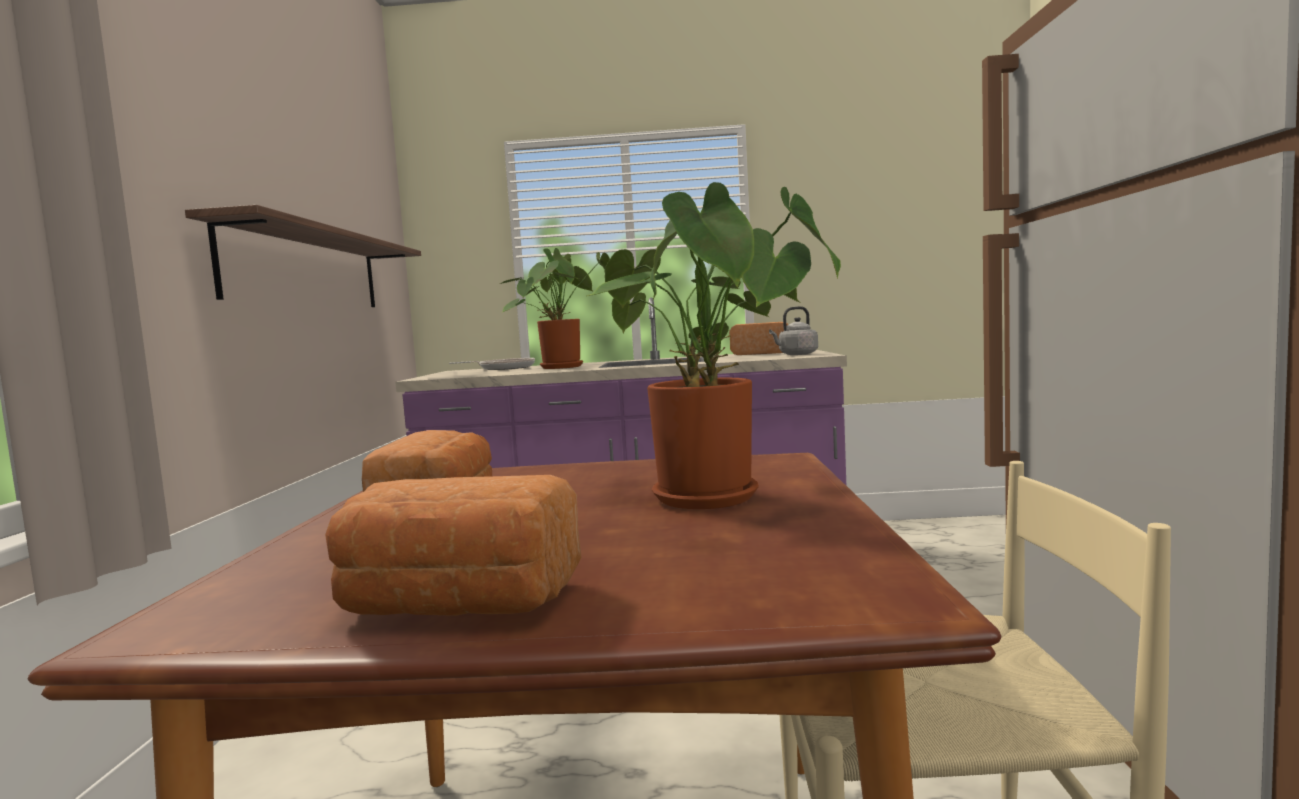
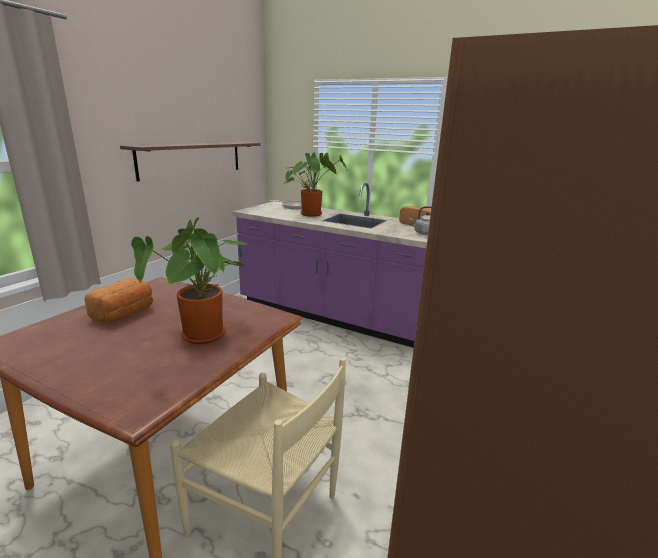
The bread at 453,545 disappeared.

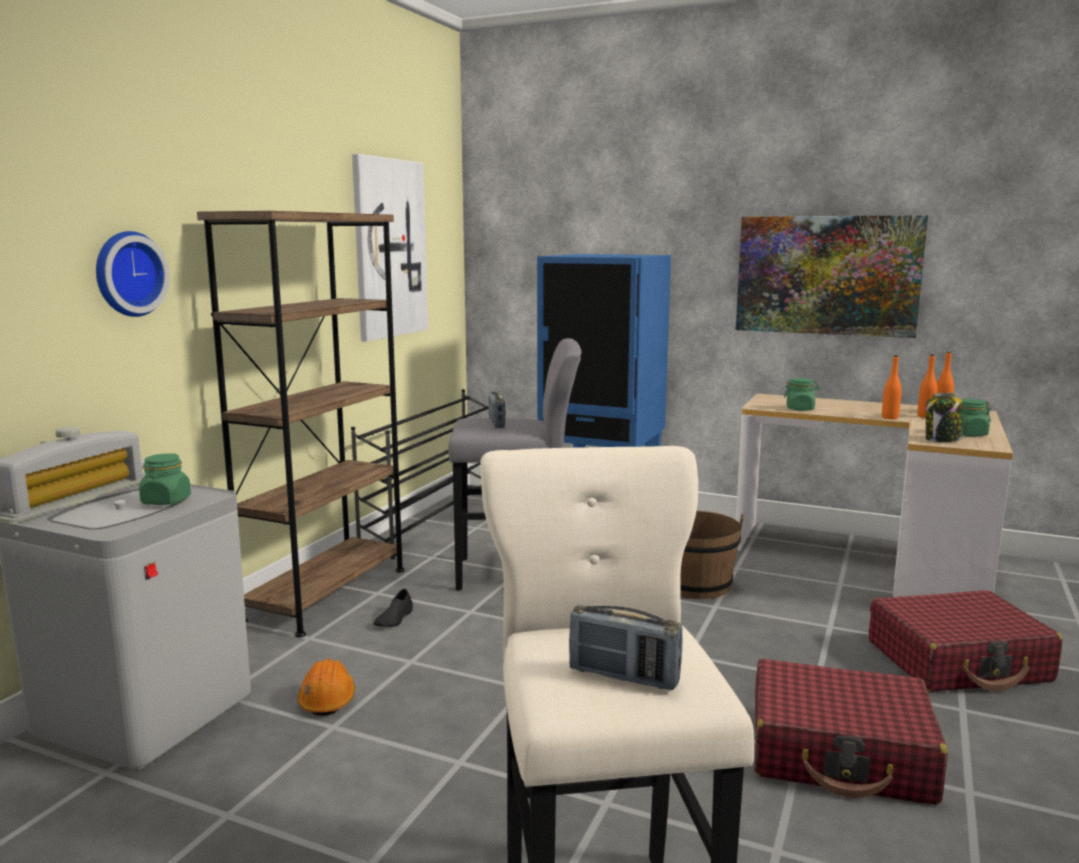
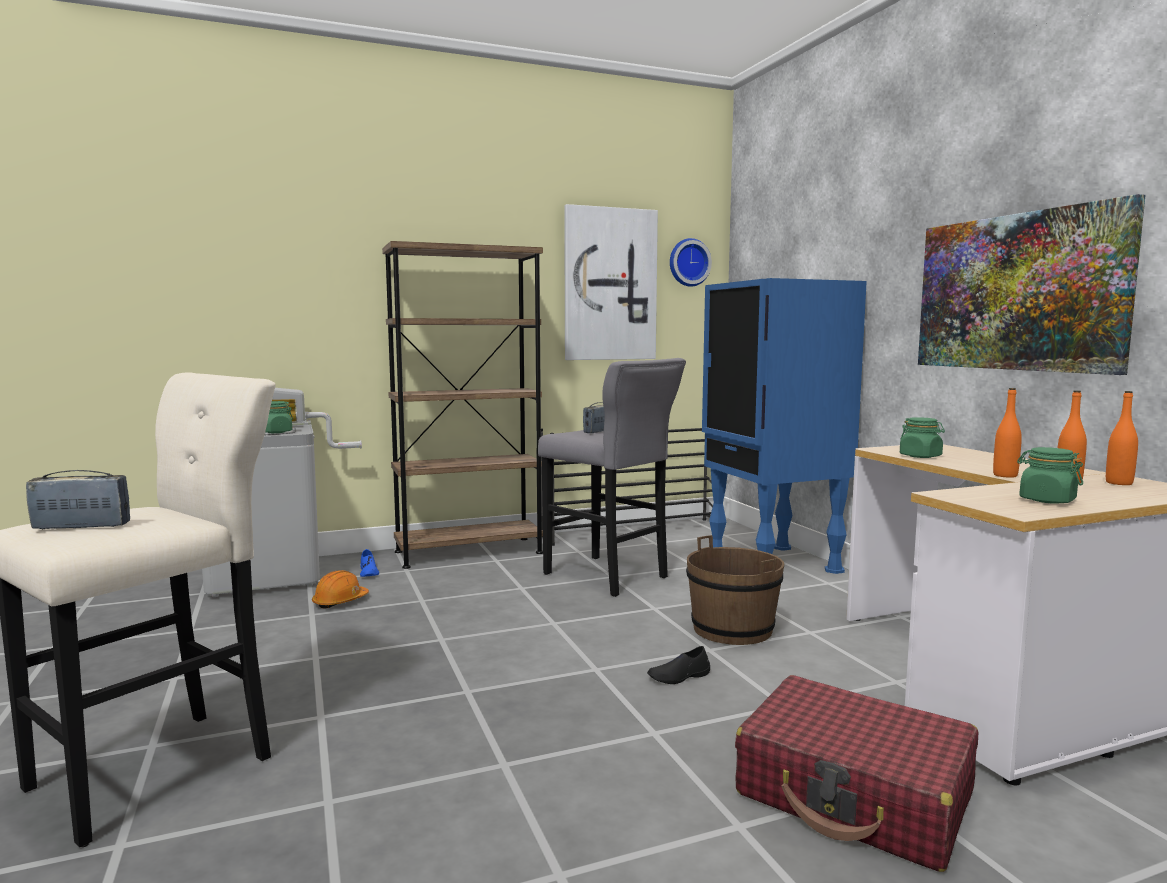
The wall clock moved from 133,274 to 691,262.
The jar at 944,417 disappeared.
The shoe (black) moved from 393,608 to 678,665.
The radio at 626,647 turned 105 degrees clockwise.
The suitcase (red) at 851,732 disappeared.
The shoe (blue) at 369,563 appeared.

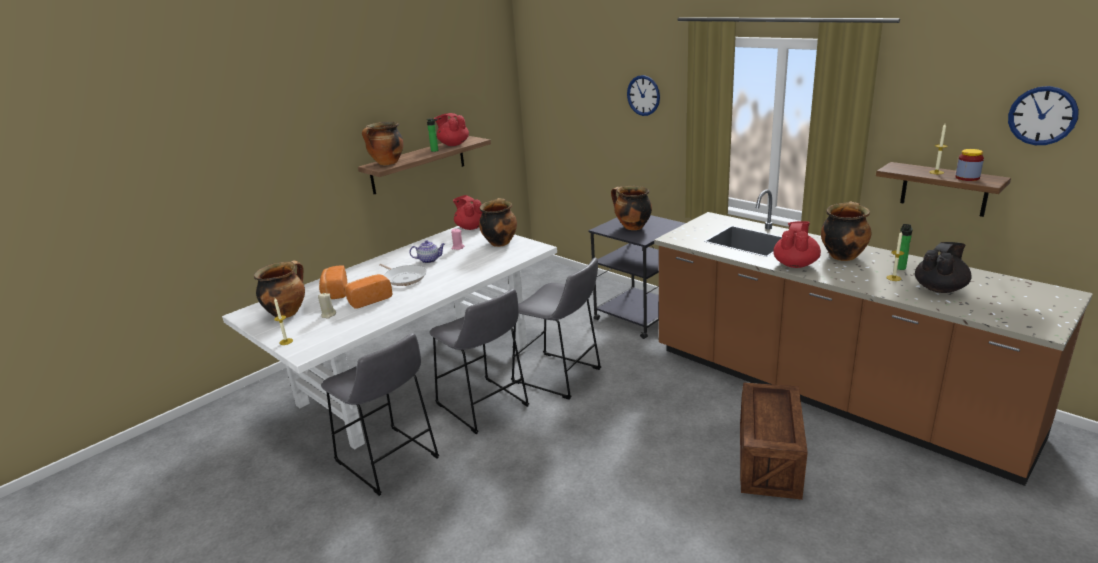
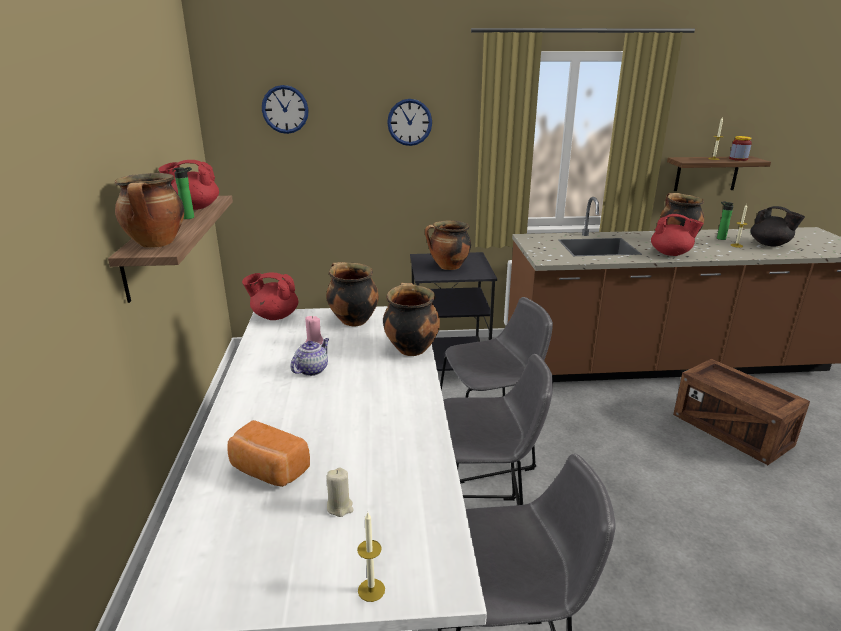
The wall clock moved from 1043,115 to 285,109.
The teapot (red) at 797,244 turned 135 degrees clockwise.
The teapot (black) at 943,267 turned 135 degrees clockwise.
The cooking pot moved from 279,289 to 411,319.
The frying pan at 403,275 disappeared.
The bread at 368,291 disappeared.

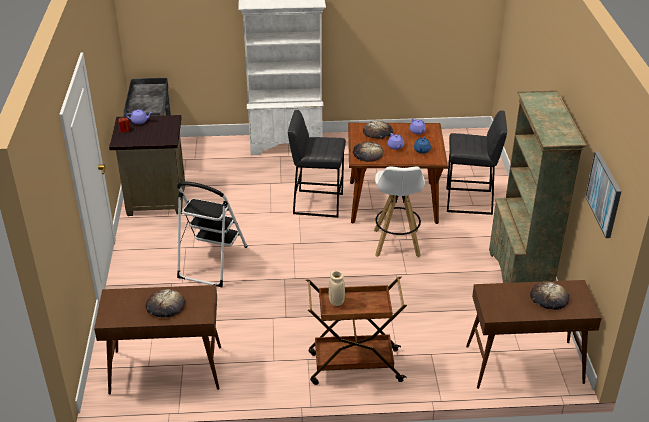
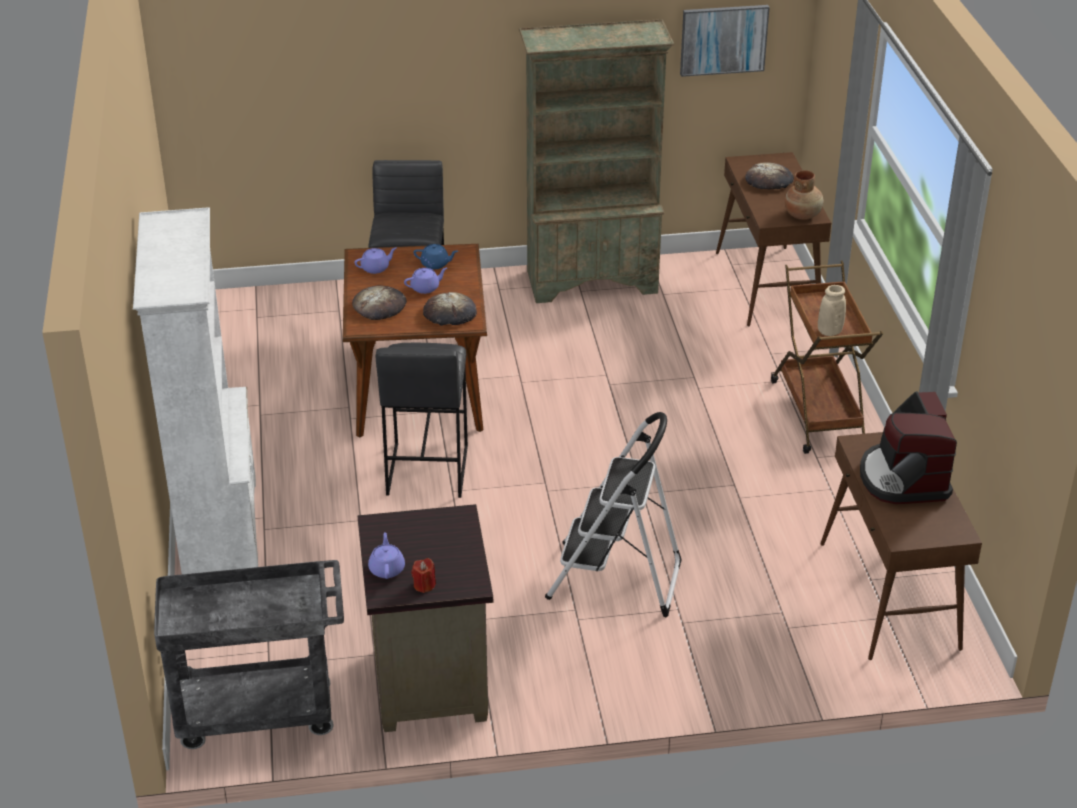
The stool (white) at 399,211 disappeared.
The bread at 165,303 was replaced by the coffee machine at 908,447.
The vase (brown) at 804,194 appeared.

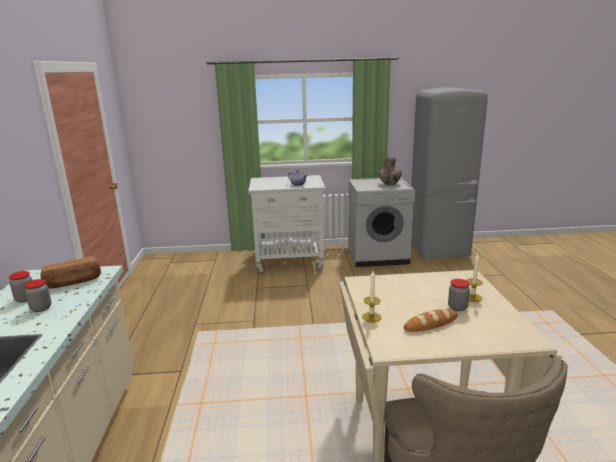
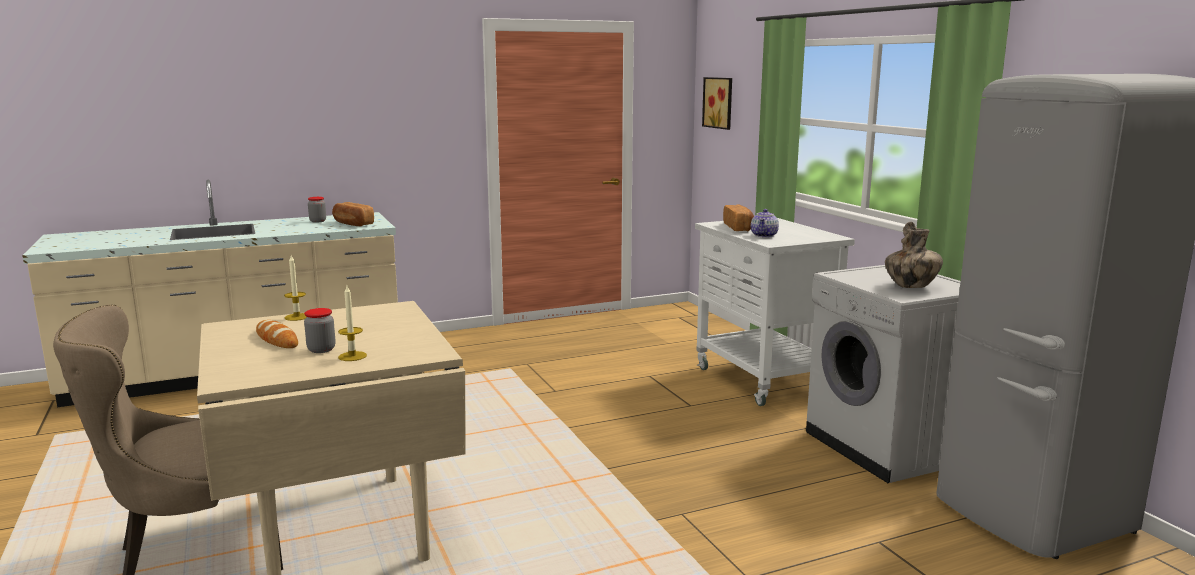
The jar at 37,295 disappeared.
The picture at 717,103 appeared.
The bread at 738,217 appeared.

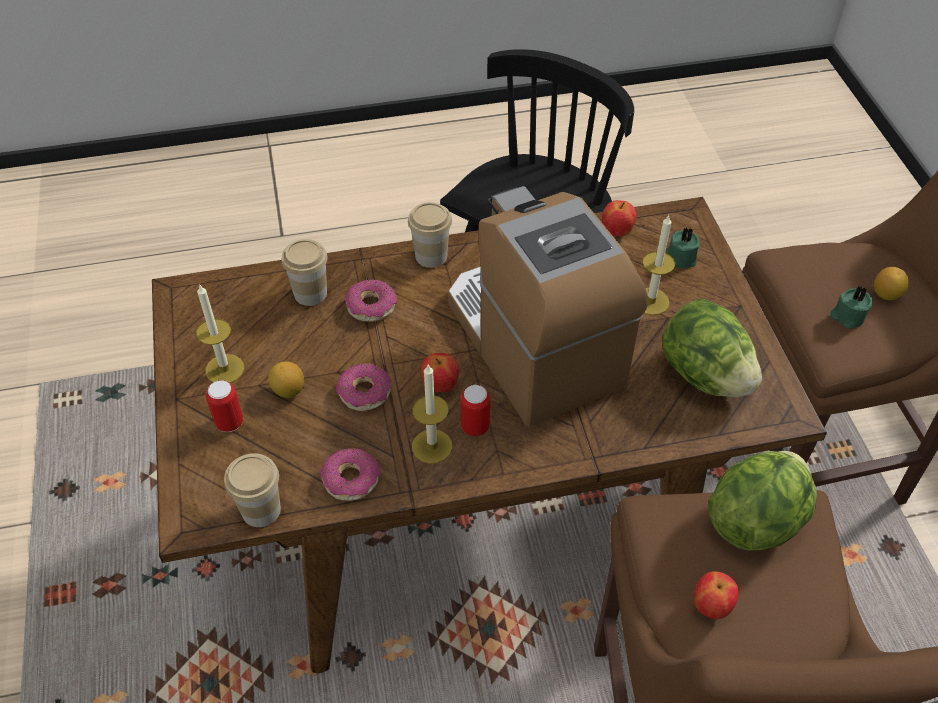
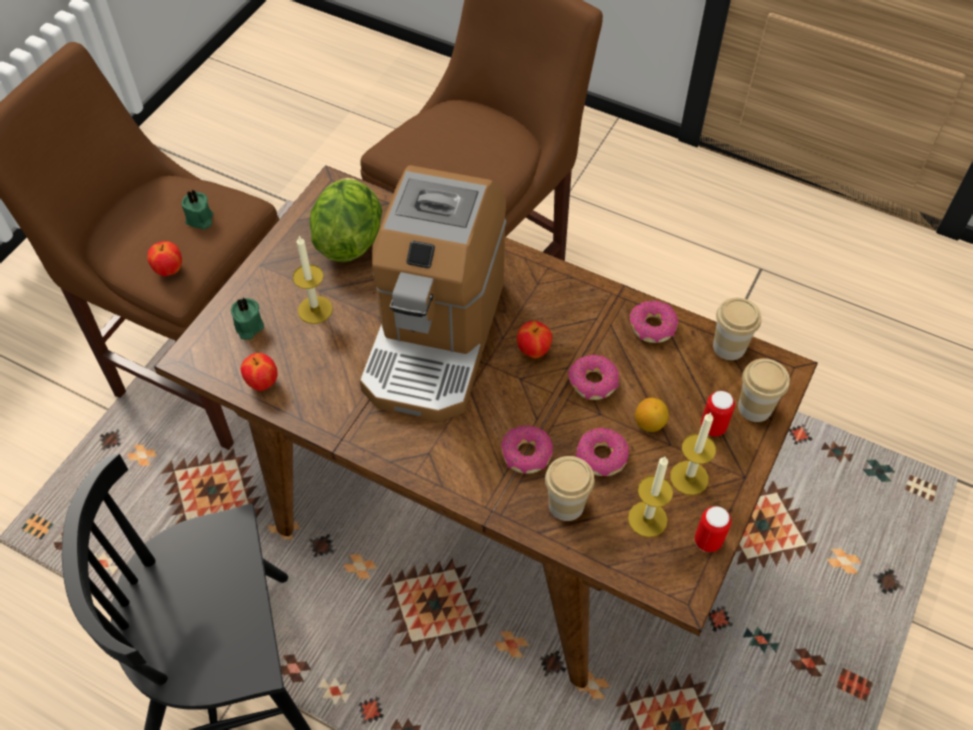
The cup moved from 430,235 to 764,390.
The lemon at 891,283 disappeared.
The candle moved from 432,414 to 650,497.
The can moved from 475,410 to 713,529.
The lettuce at 762,501 disappeared.
The apple moved from 716,595 to 164,258.
The donut at 602,452 appeared.

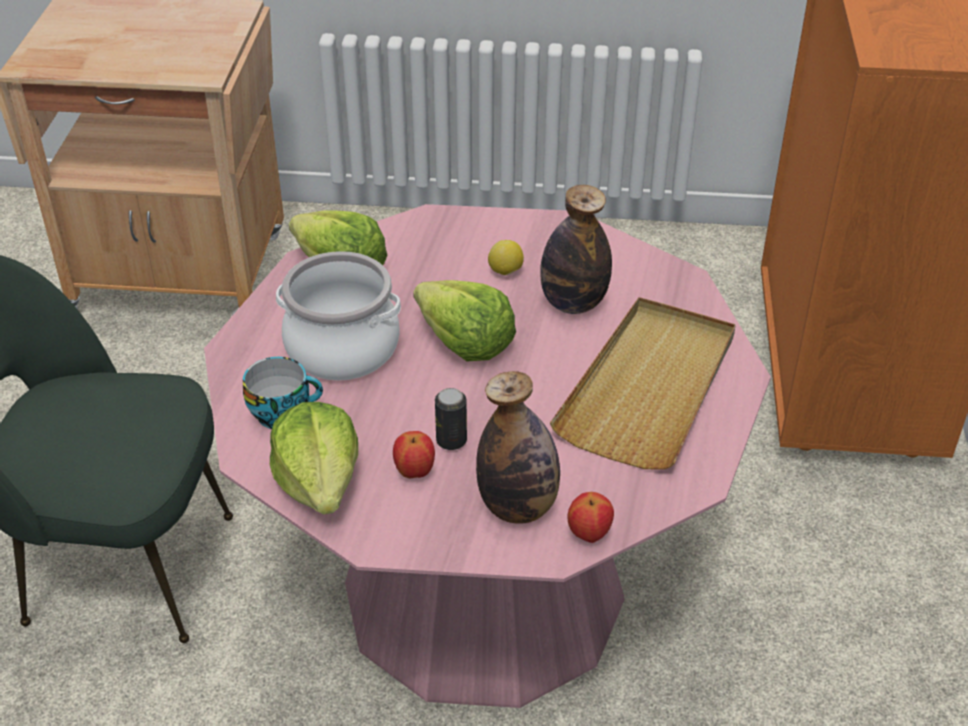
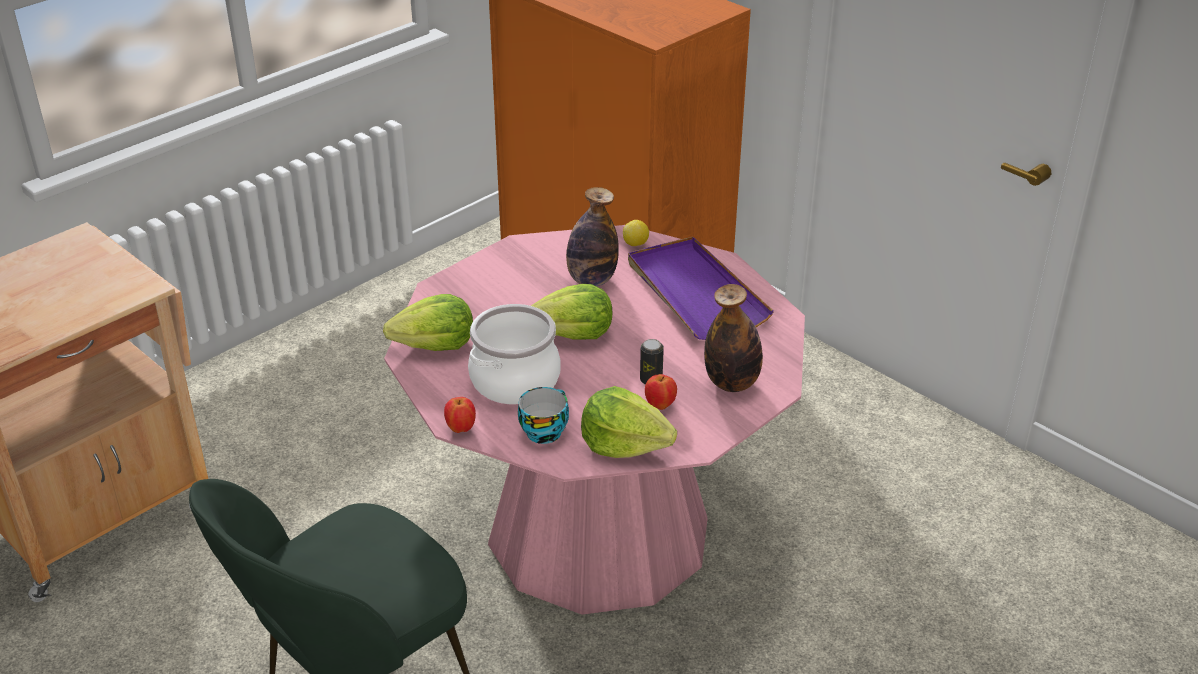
The lemon moved from 506,257 to 636,233.
The tray (beige) at 643,383 became the tray (purple) at 701,288.
The apple moved from 590,517 to 460,415.

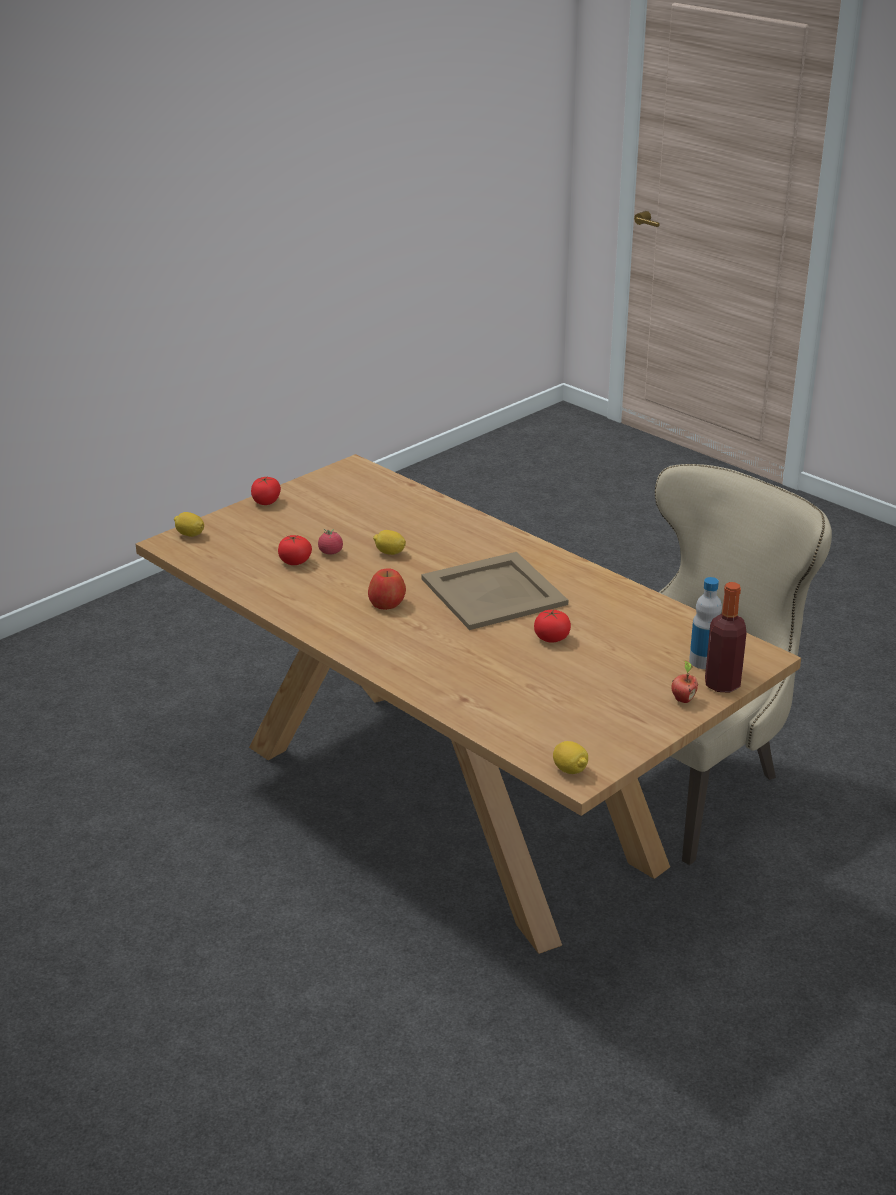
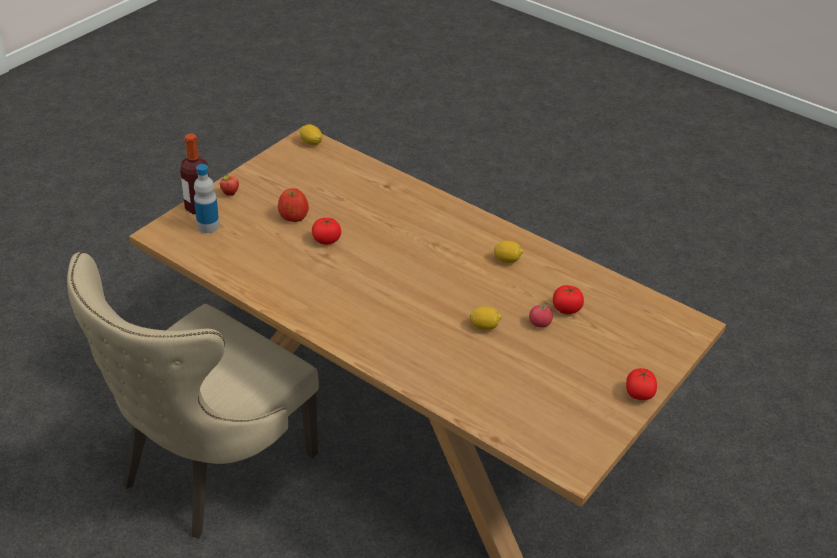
The lemon moved from 189,524 to 509,252.
The tray (beige) at 494,591 disappeared.
The apple moved from 387,589 to 293,205.

